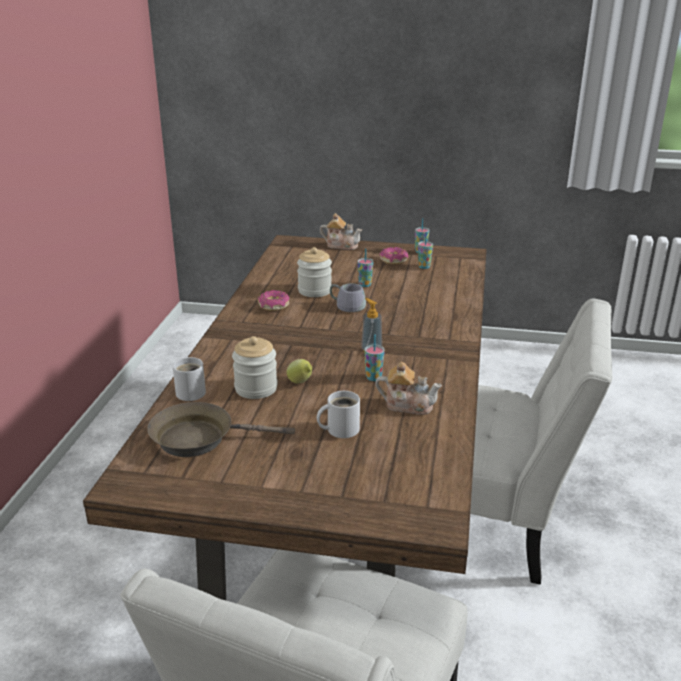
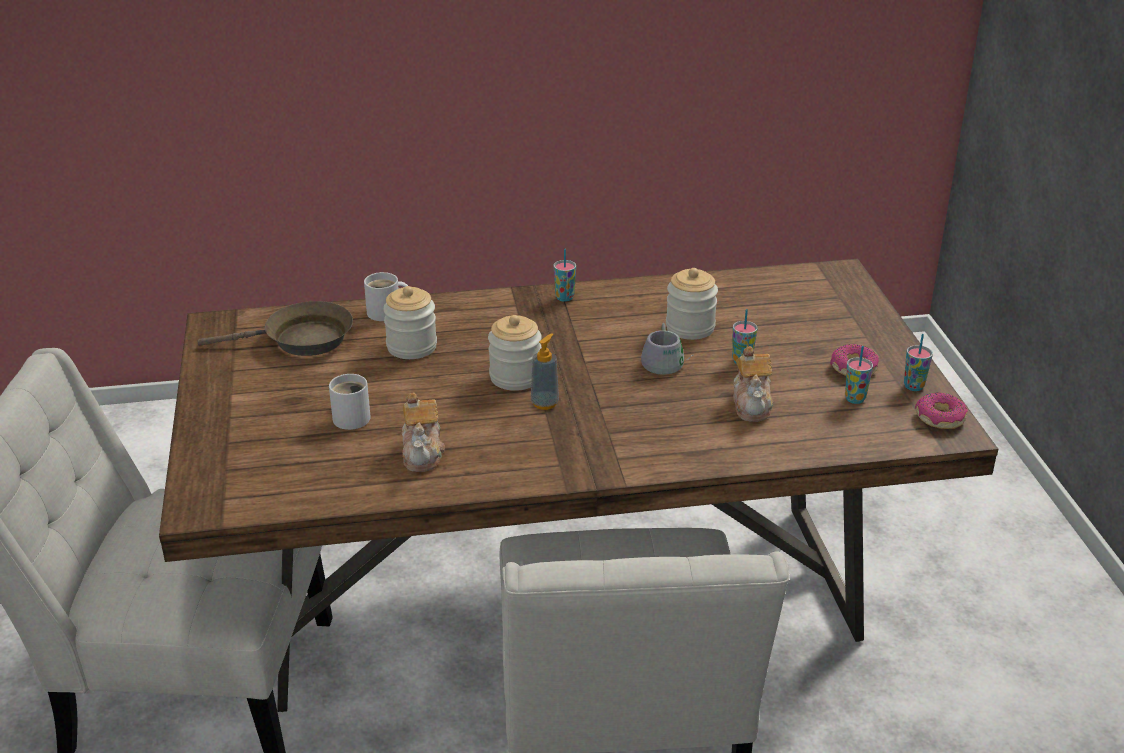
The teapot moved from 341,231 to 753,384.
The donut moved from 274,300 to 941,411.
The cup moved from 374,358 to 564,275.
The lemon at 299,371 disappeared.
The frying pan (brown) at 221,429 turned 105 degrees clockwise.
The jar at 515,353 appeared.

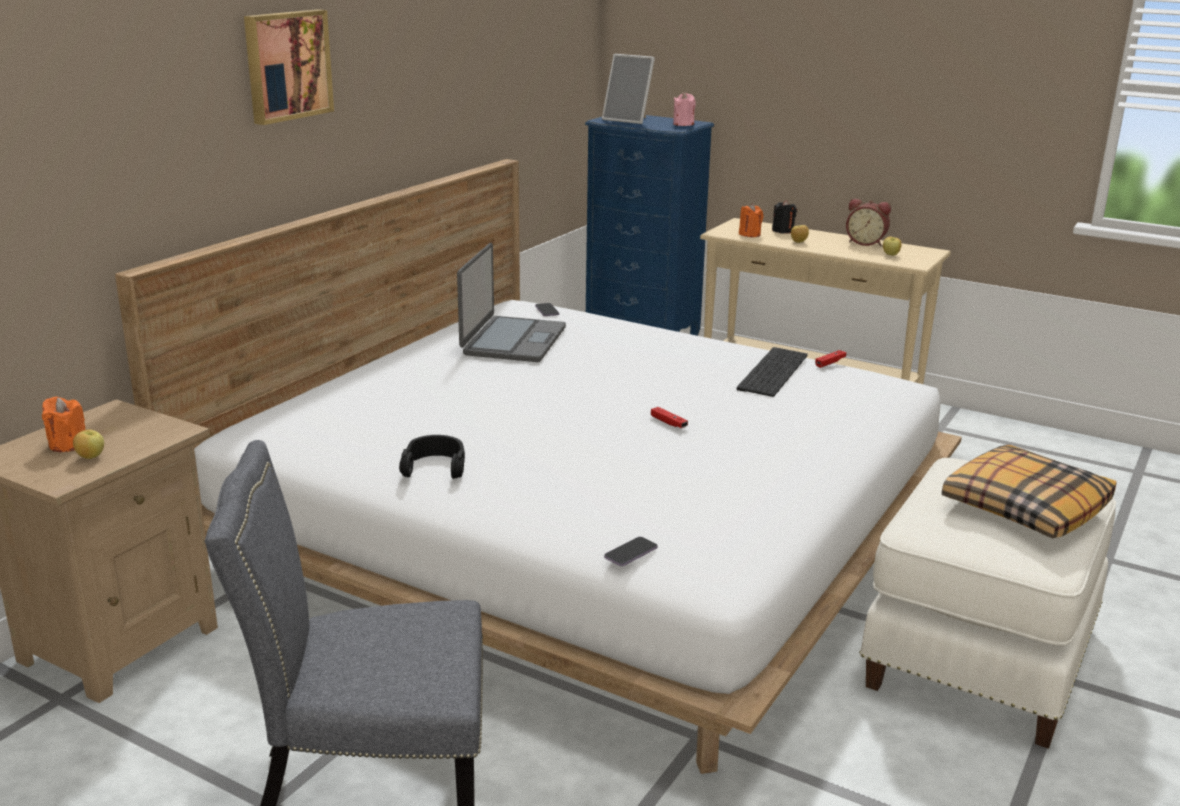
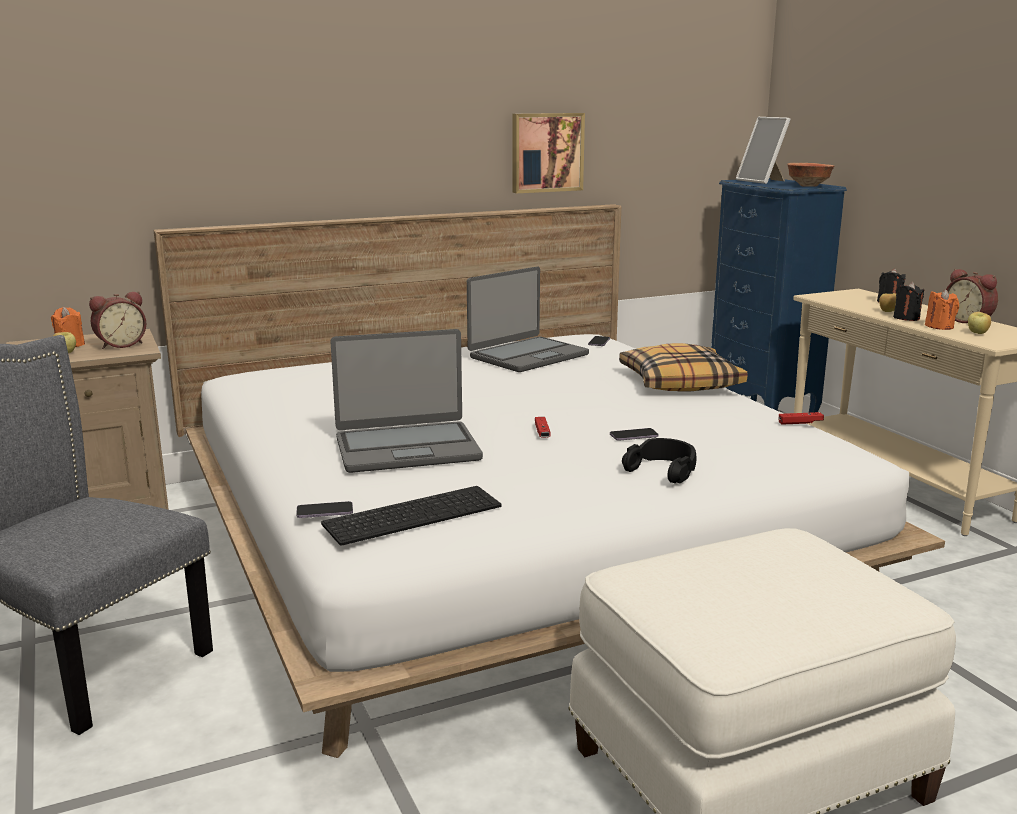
The picture moved from 289,67 to 548,153.
The candle (pink) at 684,109 was replaced by the bowl at 810,175.
The candle (orange) moved from 751,220 to 942,309.
The keyboard moved from 772,372 to 411,516.
The headphones (black) moved from 432,457 to 659,460.
The pillow moved from 1029,491 to 683,367.
The candle (black) at 909,301 appeared.
The alarm clock at 117,320 appeared.
The laptop at 406,401 appeared.
The phone at 634,434 appeared.

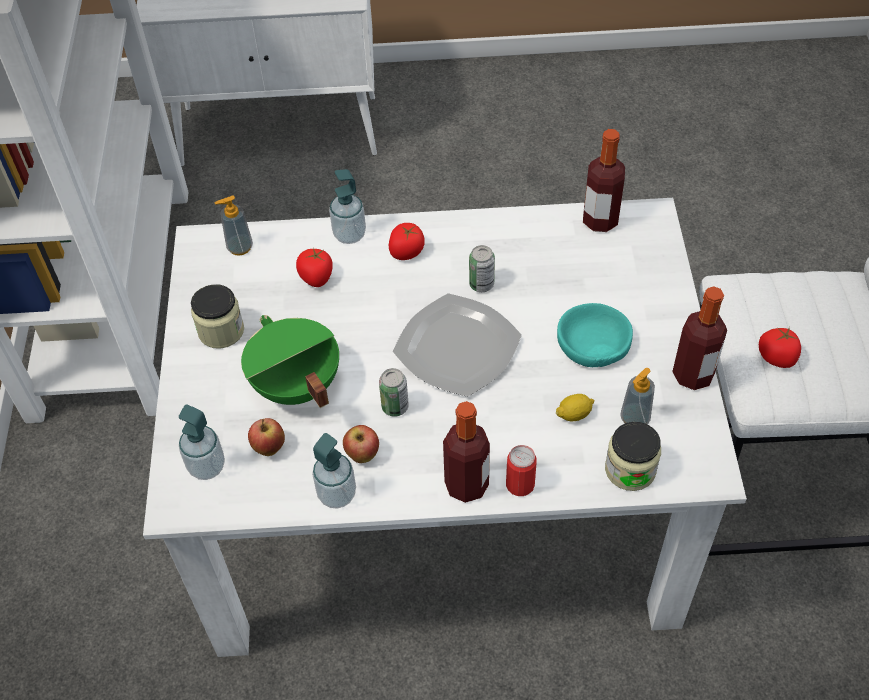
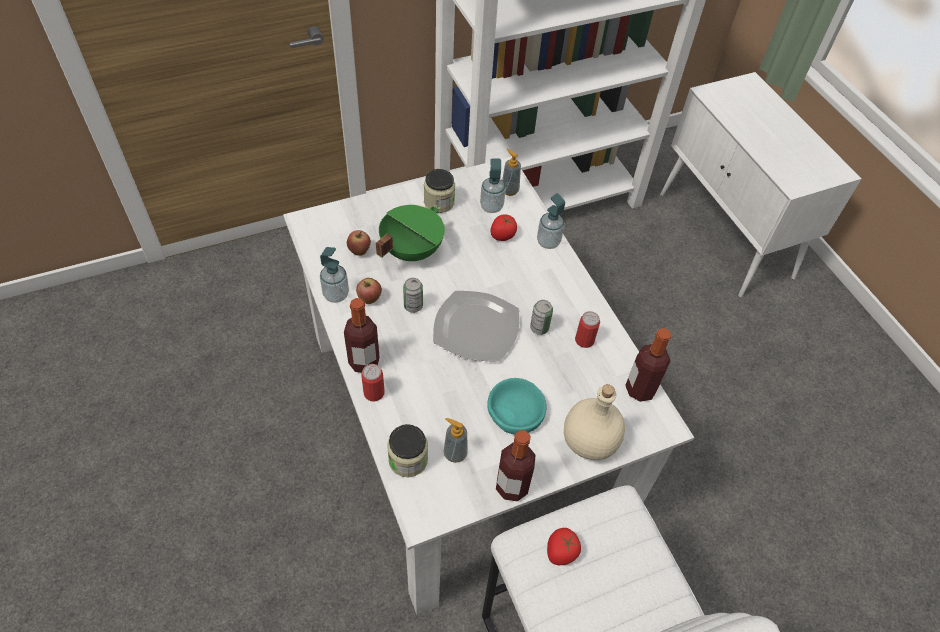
The tomato at 407,241 disappeared.
The lemon at 575,407 disappeared.
The soap dispenser moved from 202,442 to 493,185.
The can at 587,329 appeared.
The bottle (beige) at 594,422 appeared.

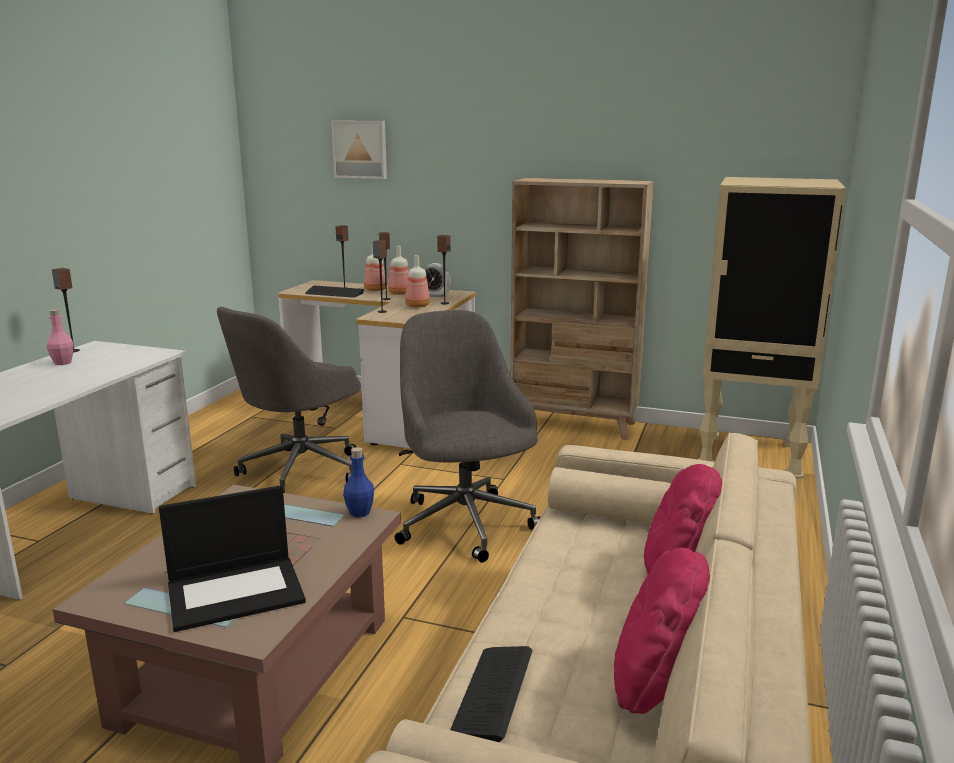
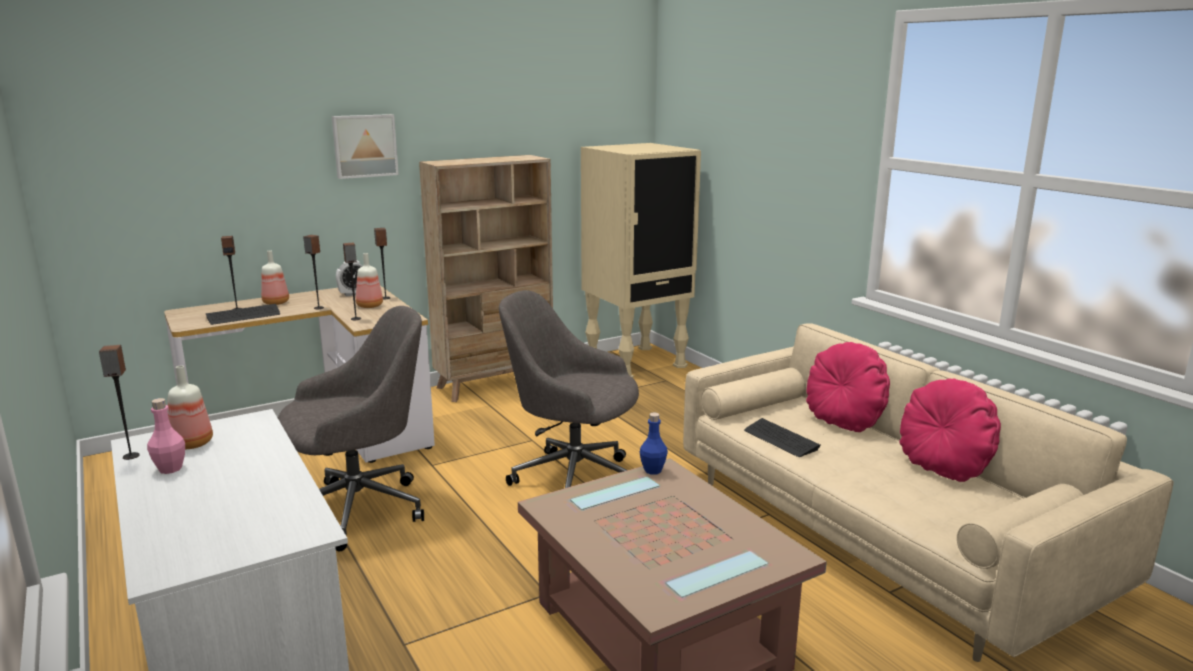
The picture moved from 359,150 to 365,146.
The bottle moved from 398,270 to 190,407.
The office chair (grey) at 289,400 turned 105 degrees counterclockwise.
The laptop at 232,558 disappeared.
The keyboard moved from 491,694 to 782,437.

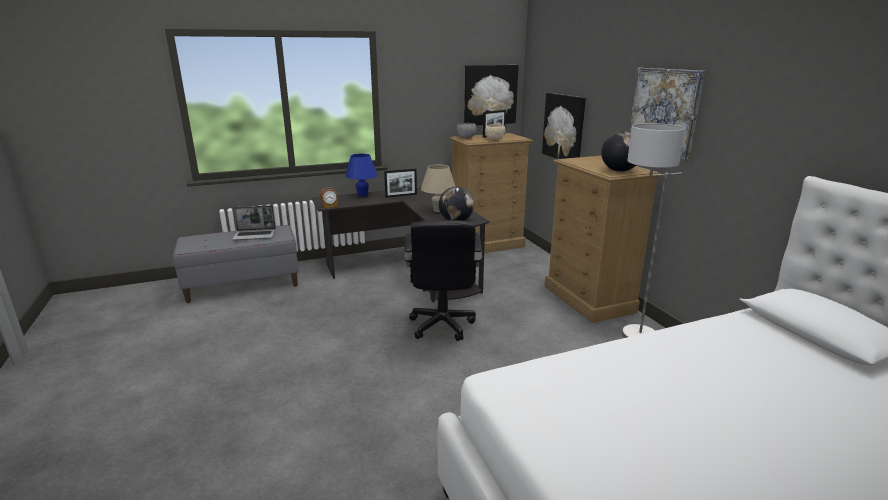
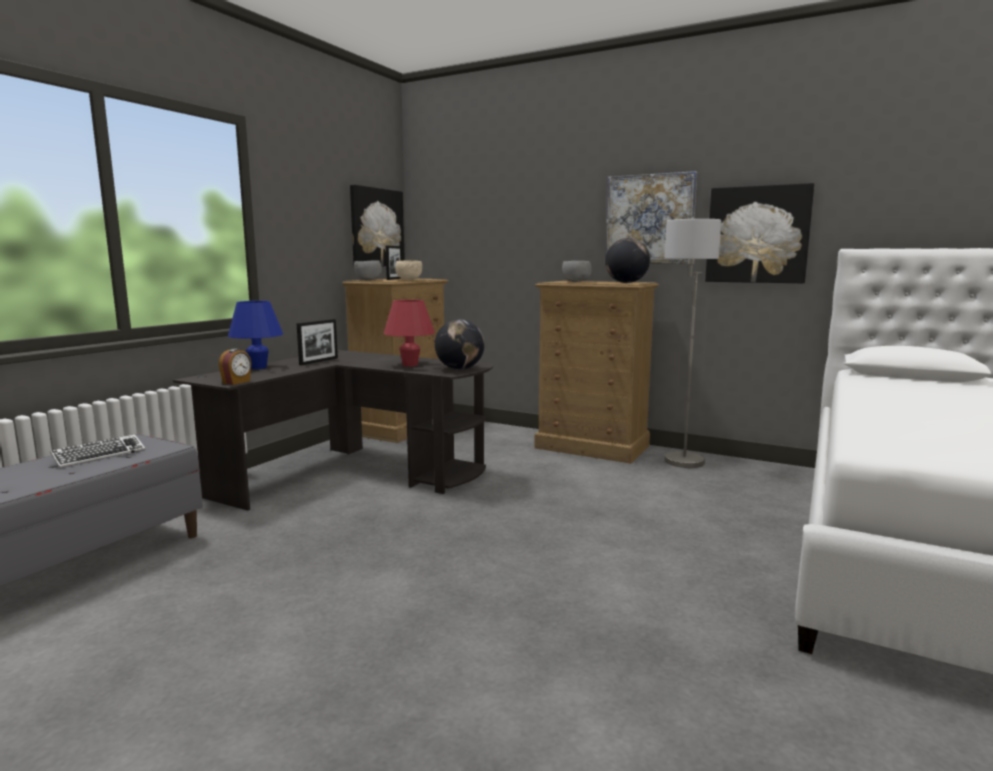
The picture moved from 564,126 to 759,233.
The table lamp (beige) at 438,188 became the table lamp (red) at 409,333.
The laptop at 254,222 was replaced by the keyboard at 97,451.
The office chair (black) at 443,280 disappeared.
The bowl (grey) at 577,271 appeared.

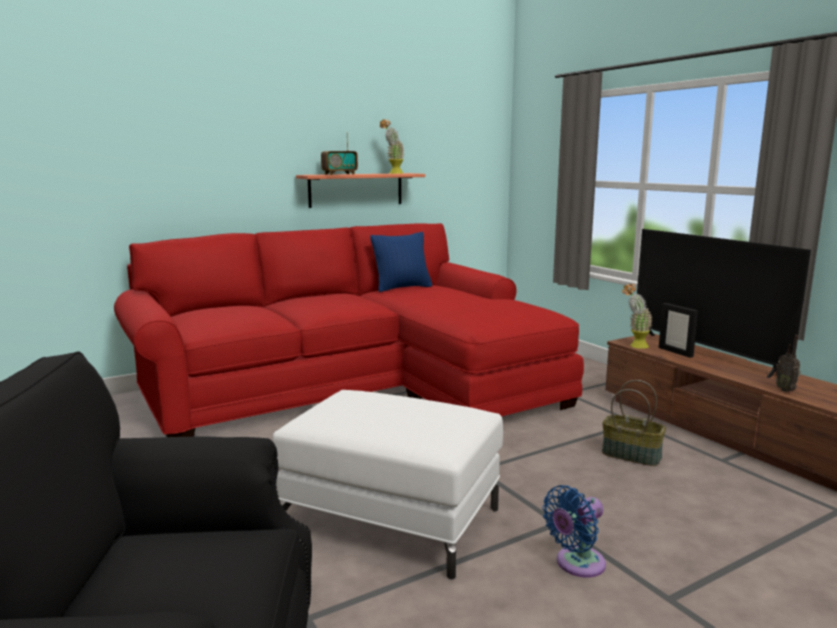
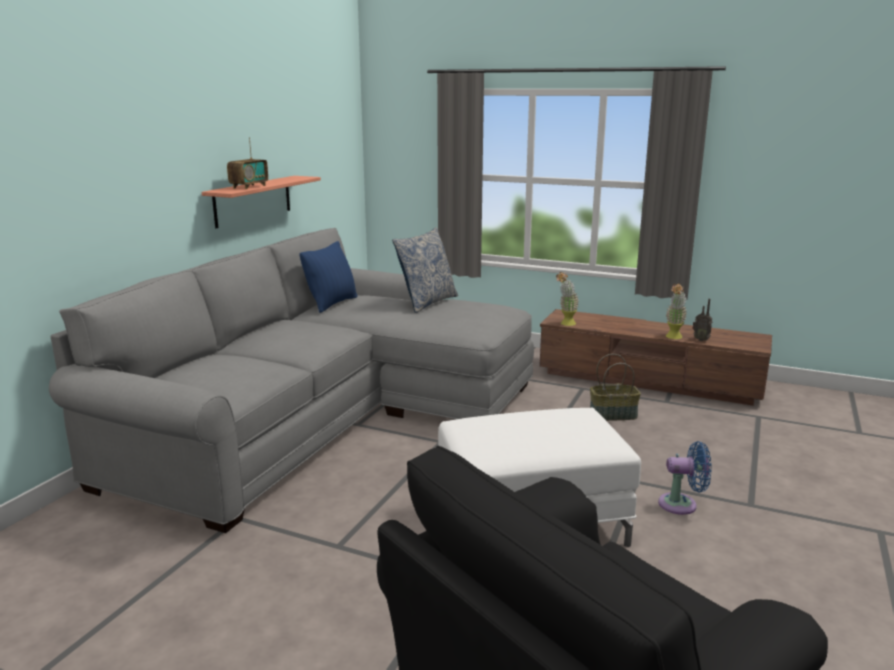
The potted plant moved from 392,146 to 676,311.
The sofa (red) at 349,330 became the sofa (grey) at 291,380.
The television at 722,303 disappeared.
The picture frame at 678,330 disappeared.
The fan (blue) at 574,531 turned 105 degrees counterclockwise.
The pillow at 425,270 appeared.

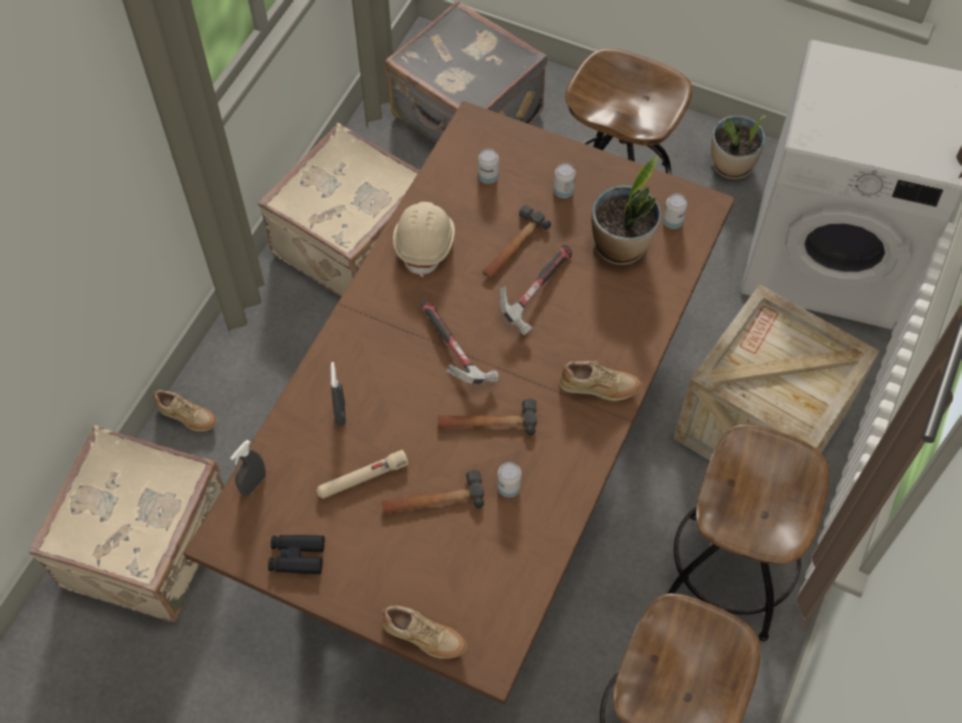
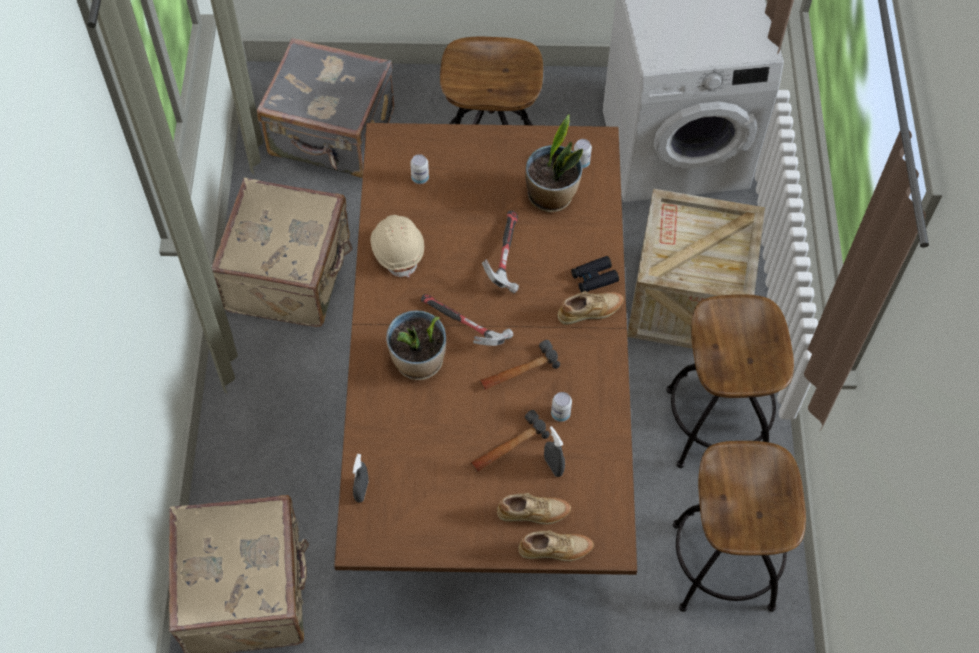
The potted plant moved from 738,147 to 416,345.
The can at 564,180 disappeared.
The hammer at 517,241 disappeared.
The spray bottle (grey) moved from 338,394 to 554,451.
The shoe (beige) moved from 185,411 to 534,509.
The flashlight (beige) at 363,474 disappeared.
The binoculars (black) moved from 296,554 to 595,274.

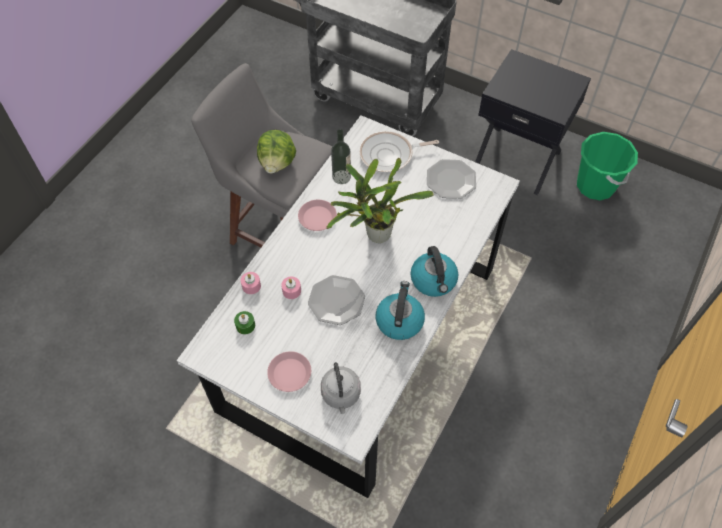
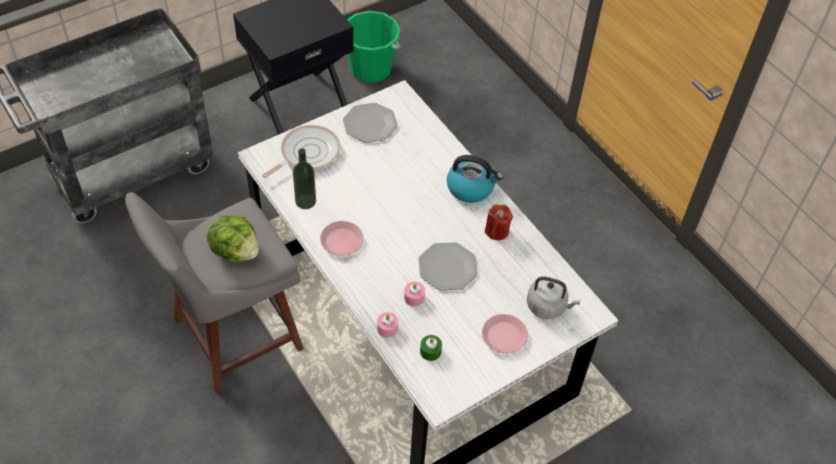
The frying pan at 399,152 turned 150 degrees counterclockwise.
The potted plant at 380,200 disappeared.
The kettle at 400,310 was replaced by the candle (red) at 499,222.

